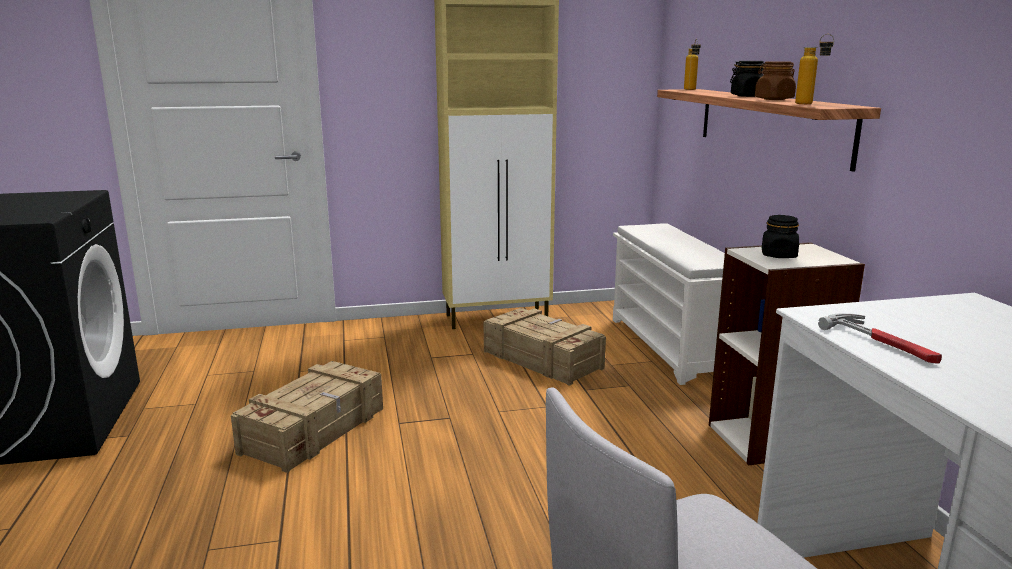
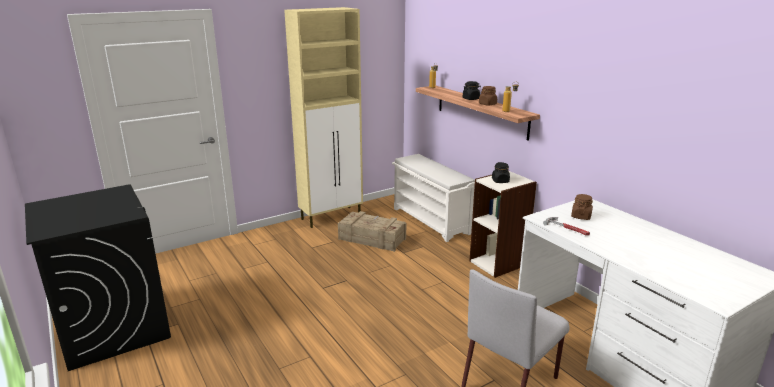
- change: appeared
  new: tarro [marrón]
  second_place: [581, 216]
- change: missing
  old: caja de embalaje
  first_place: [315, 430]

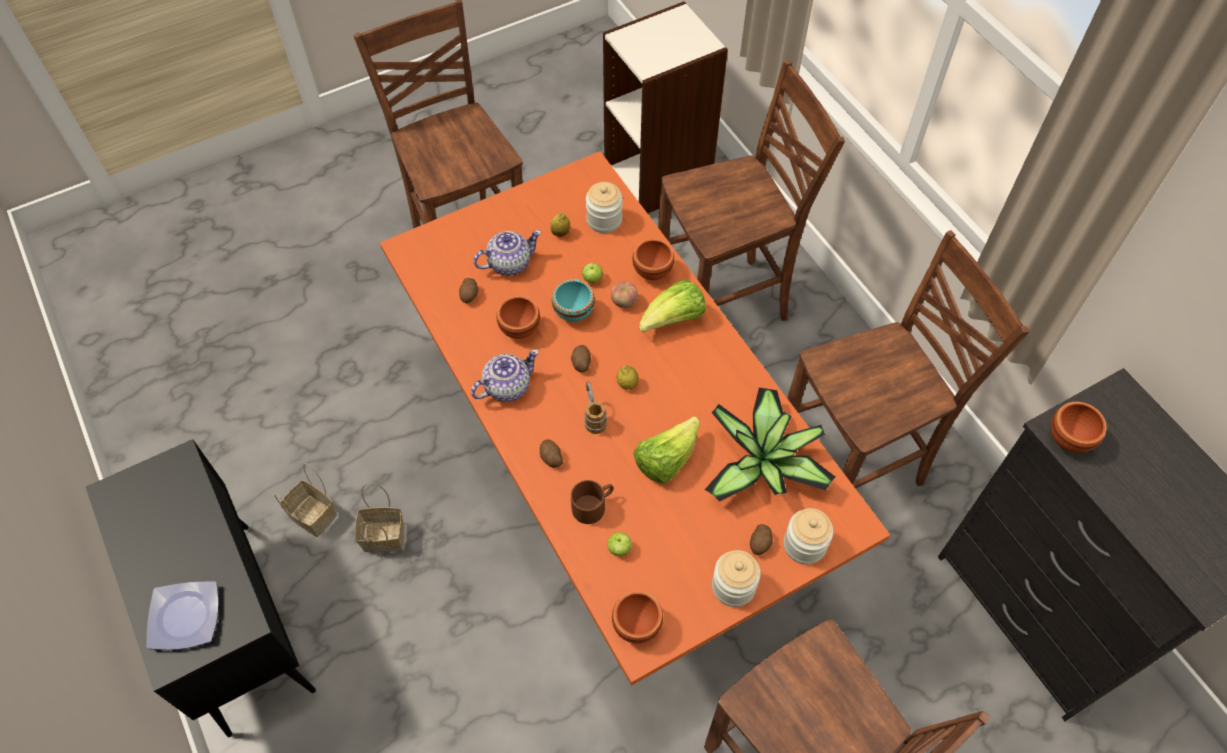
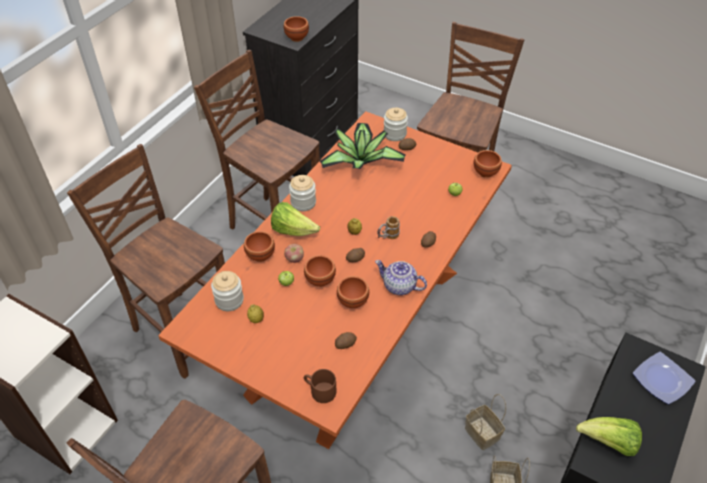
- change: relocated
  old: tarro
  first_place: [733, 586]
  second_place: [303, 202]
- change: colour
  old: cuenco [turquesa]
  new: cuenco [marrón]
  first_place: [572, 312]
  second_place: [320, 281]
- change: relocated
  old: taza grande [marrón]
  first_place: [593, 505]
  second_place: [319, 391]
- change: relocated
  old: lechuga
  first_place: [666, 460]
  second_place: [609, 443]
- change: missing
  old: tetera
  first_place: [509, 263]

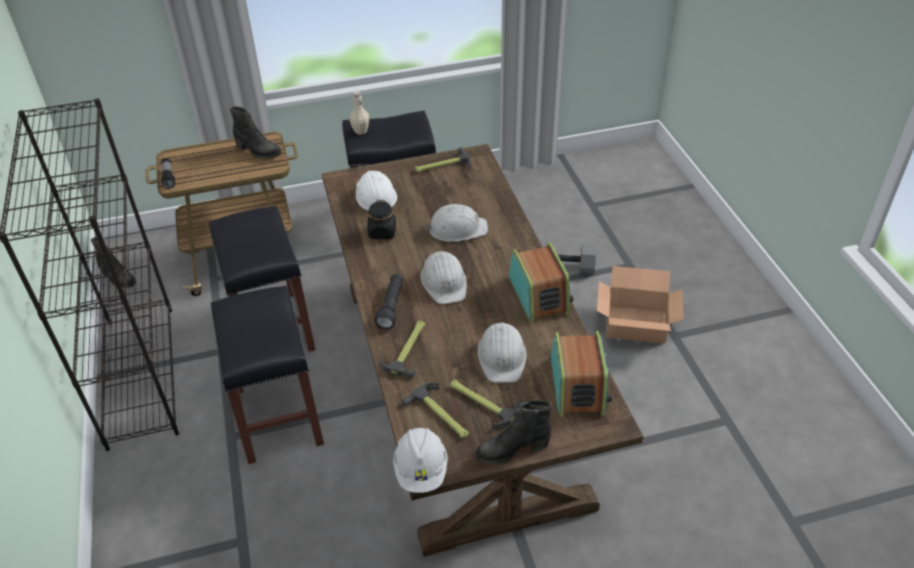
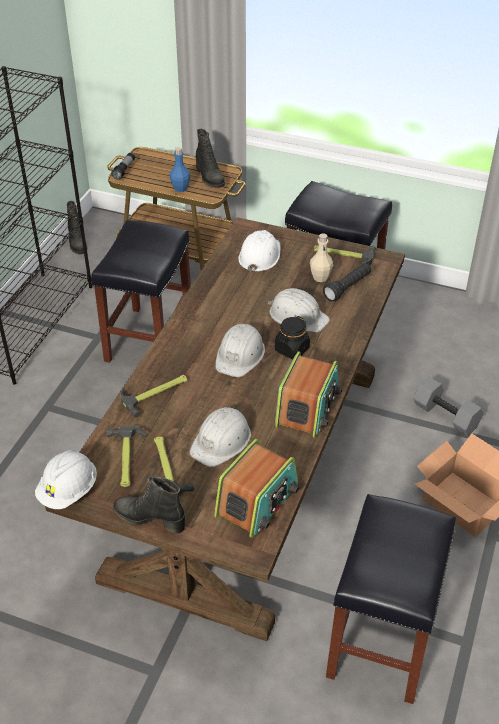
- change: appeared
  new: botella [azul]
  second_place: [180, 188]
- change: relocated
  old: tarro [negro]
  first_place: [382, 232]
  second_place: [291, 349]
- change: relocated
  old: botella [beis]
  first_place: [360, 131]
  second_place: [320, 277]
- change: relocated
  old: linterna [negro]
  first_place: [391, 307]
  second_place: [347, 288]
- change: relocated
  old: taburete [negro]
  first_place: [279, 417]
  second_place: [382, 642]

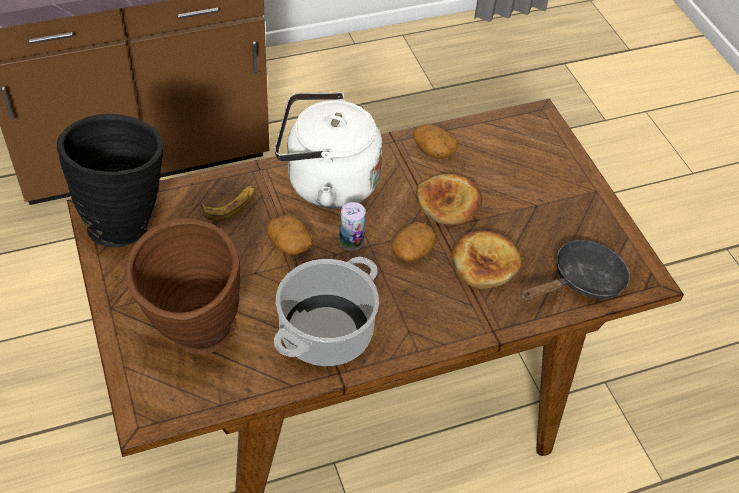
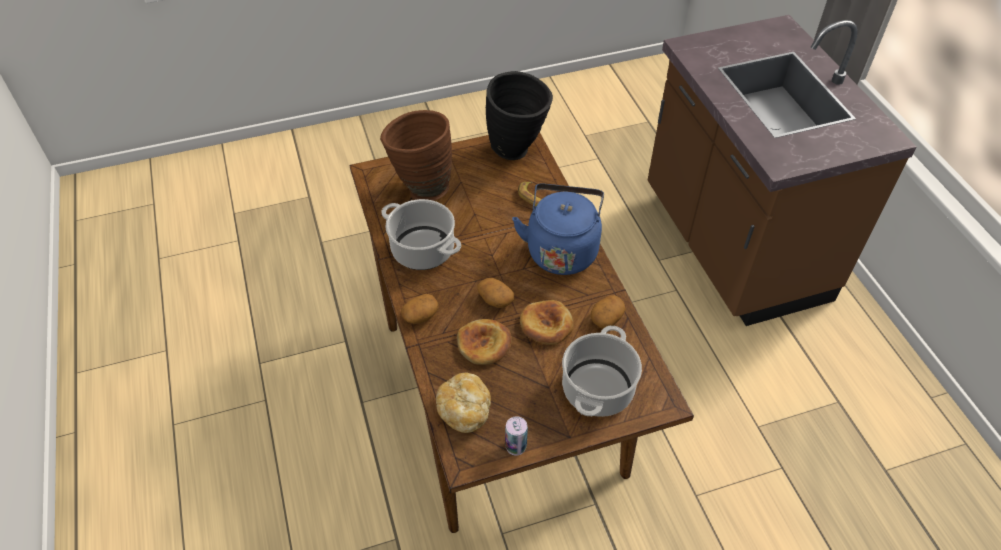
- change: relocated
  old: patata
  first_place: [290, 244]
  second_place: [420, 316]
- change: exchanged
  old: sartén [negro]
  new: pan
  first_place: [582, 281]
  second_place: [464, 410]
- change: relocated
  old: lata
  first_place: [351, 242]
  second_place: [515, 446]
- change: colour
  old: hervidor [blanco]
  new: hervidor [azul]
  first_place: [326, 183]
  second_place: [561, 249]
- change: appeared
  new: olla
  second_place: [597, 388]

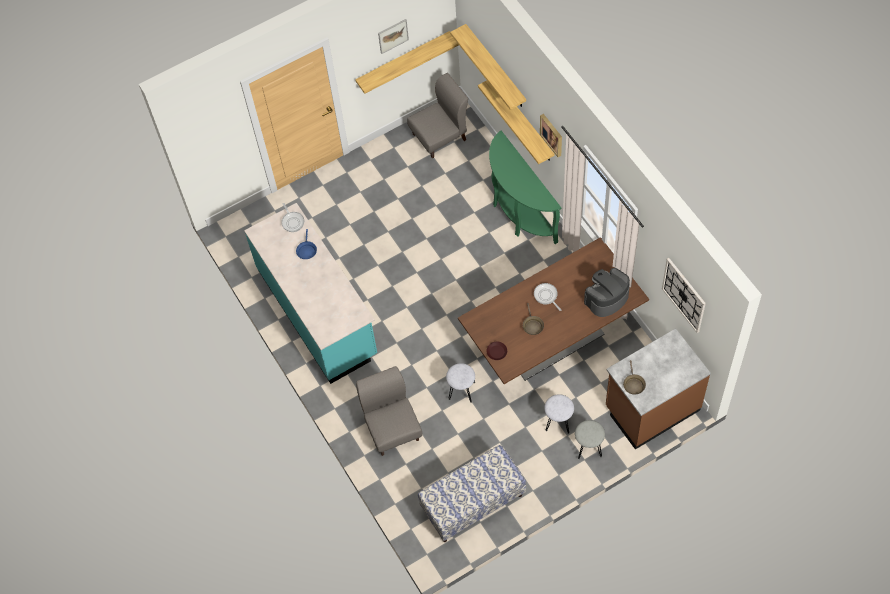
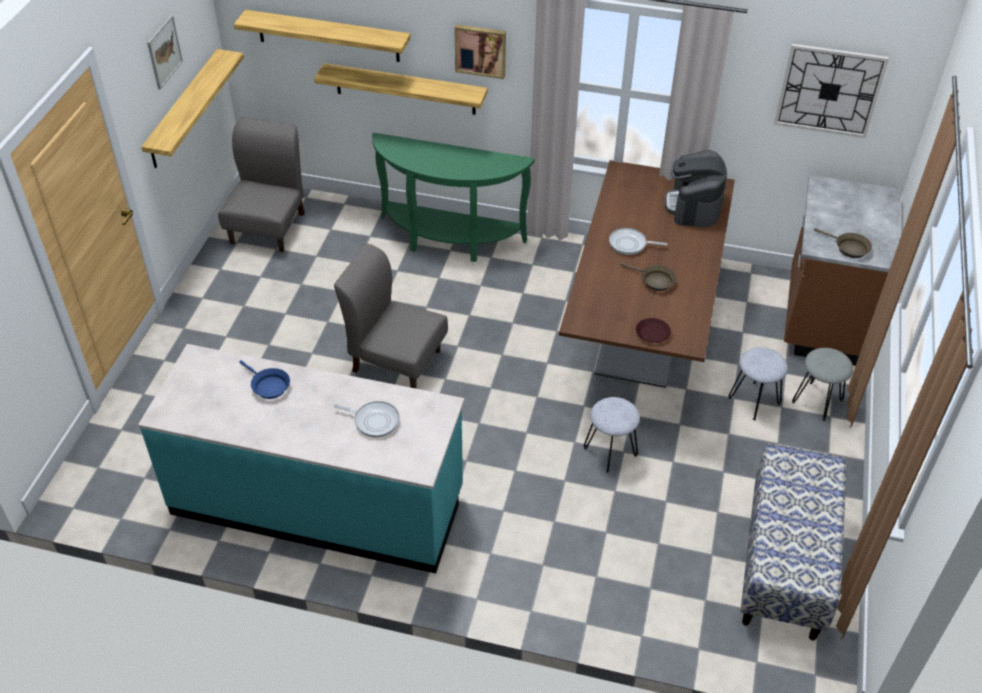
- change: relocated
  old: silla [gris]
  first_place: [392, 428]
  second_place: [396, 360]
- change: relocated
  old: sartén
  first_place: [292, 221]
  second_place: [374, 420]

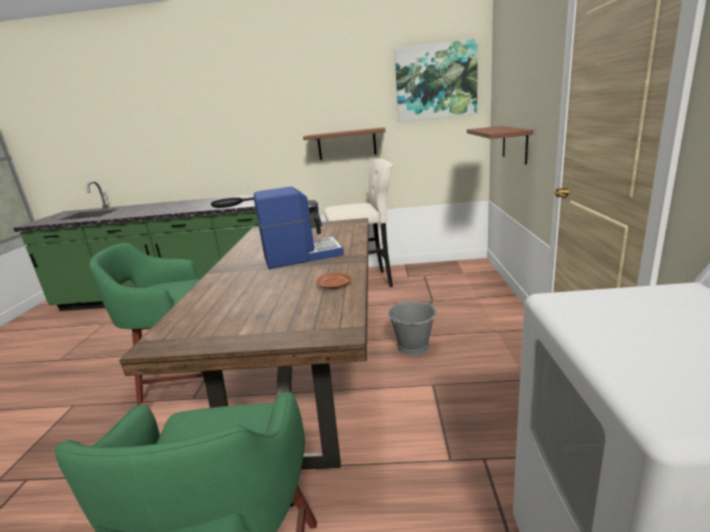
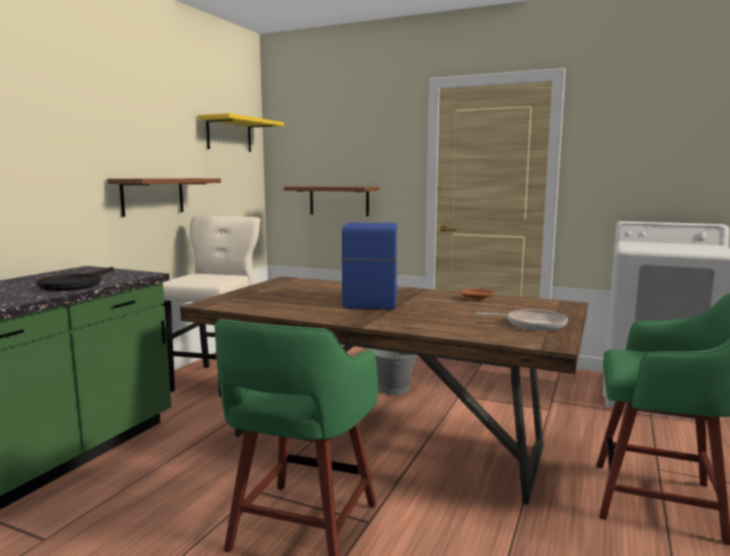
- change: exchanged
  old: cuadro
  new: estante [amarillo]
  first_place: [436, 82]
  second_place: [229, 135]
- change: appeared
  new: sartén
  second_place: [532, 324]

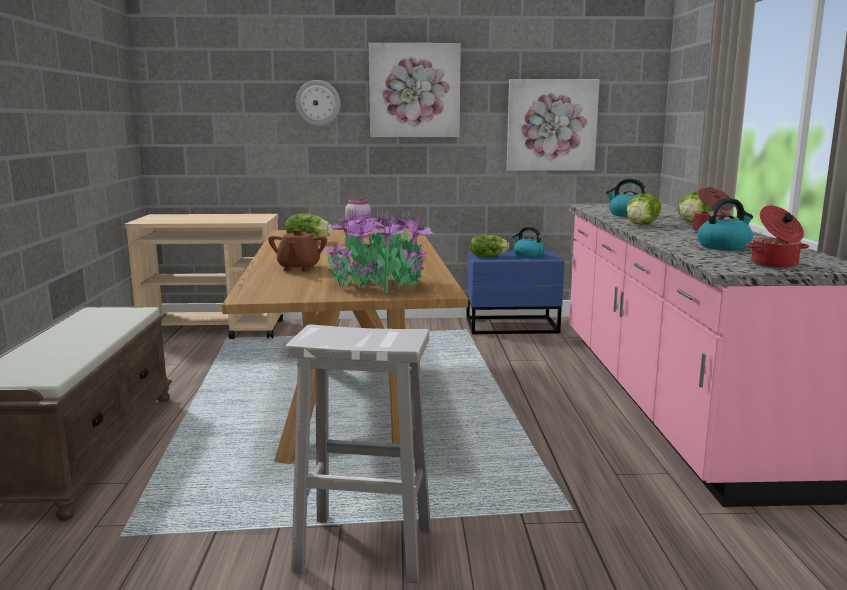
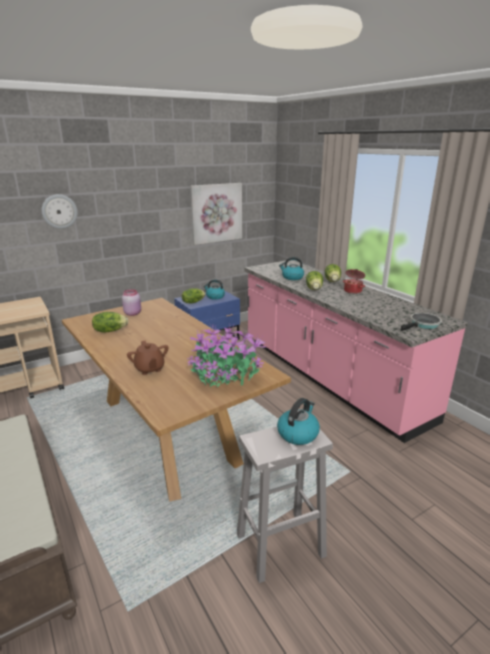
- change: relocated
  old: hervidor
  first_place: [724, 246]
  second_place: [298, 433]
- change: exchanged
  old: olla
  new: sartén
  first_place: [774, 265]
  second_place: [423, 325]
- change: missing
  old: cuadro
  first_place: [414, 90]

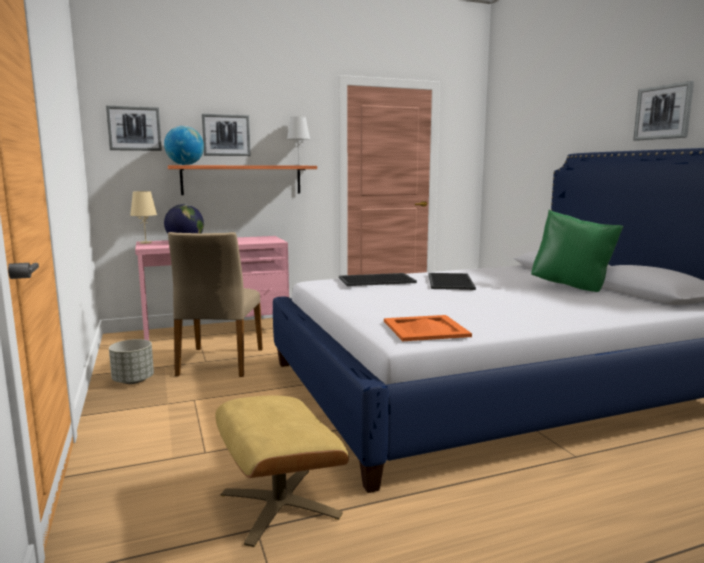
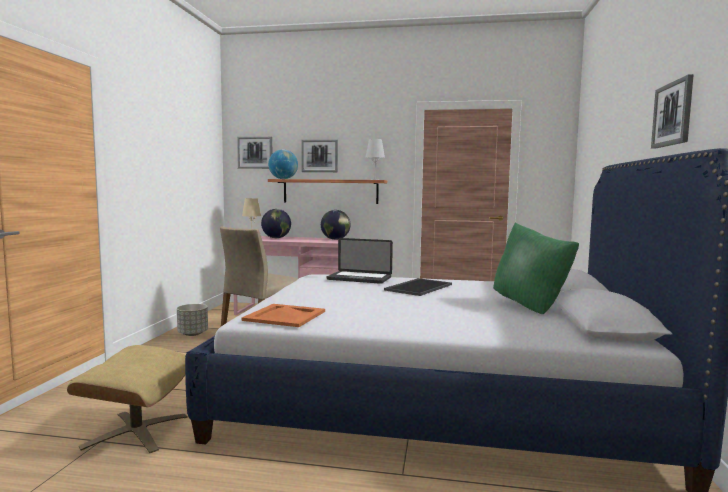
- change: appeared
  new: globo terráqueo
  second_place: [335, 239]
- change: exchanged
  old: bandeja
  new: portátil
  first_place: [377, 280]
  second_place: [359, 278]

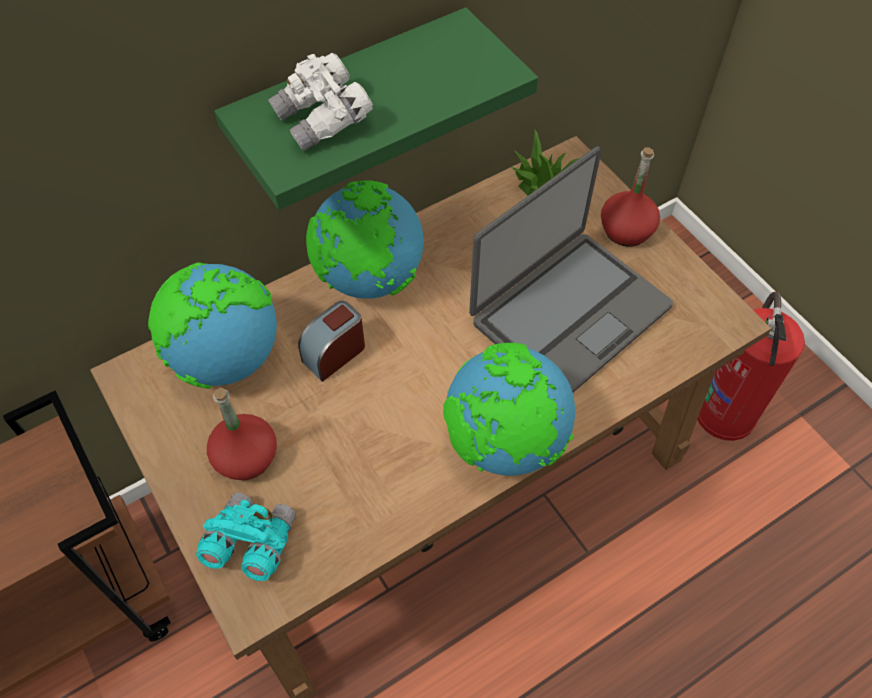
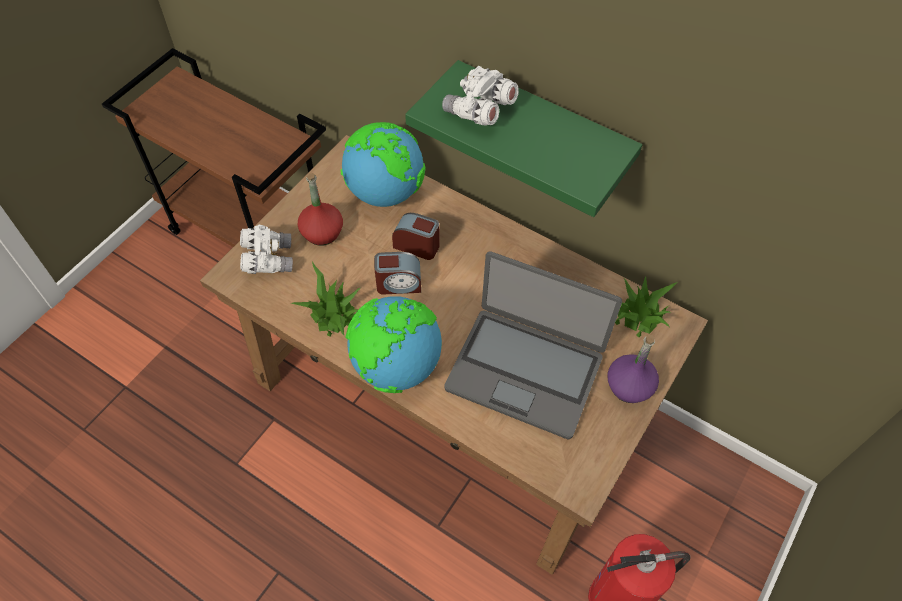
- change: colour
  old: prismáticos [turquesa]
  new: prismáticos [blanco]
  first_place: [250, 544]
  second_place: [268, 259]
- change: appeared
  new: planta en maceta
  second_place: [333, 312]
- change: appeared
  new: despertador
  second_place: [398, 284]
- change: colour
  old: botella [rojo]
  new: botella [morado]
  first_place: [626, 230]
  second_place: [629, 386]
- change: missing
  old: globo terráqueo
  first_place: [369, 279]

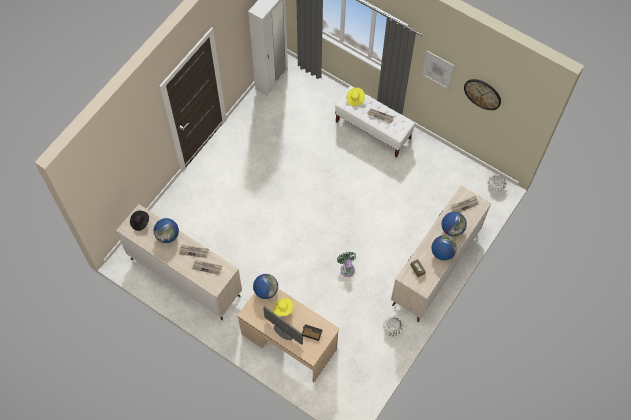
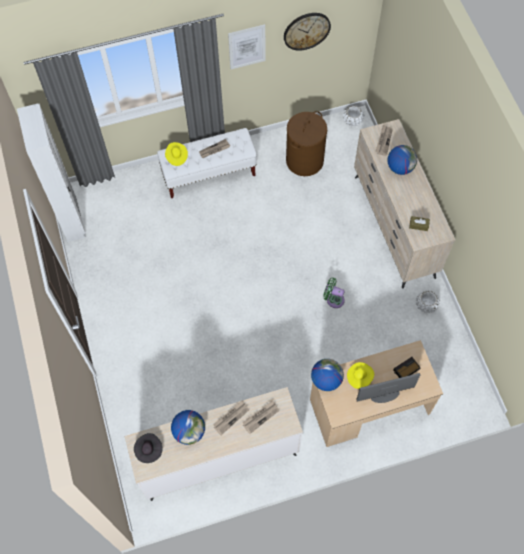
- change: appeared
  new: cesto de la ropa [marrón]
  second_place: [304, 160]
- change: missing
  old: globo terráqueo
  first_place: [442, 252]

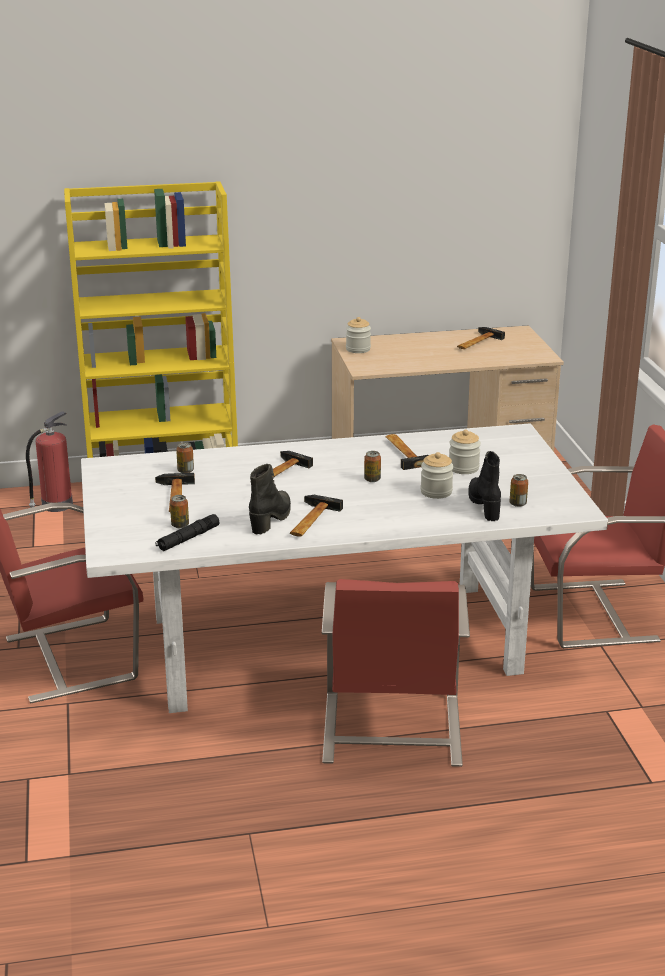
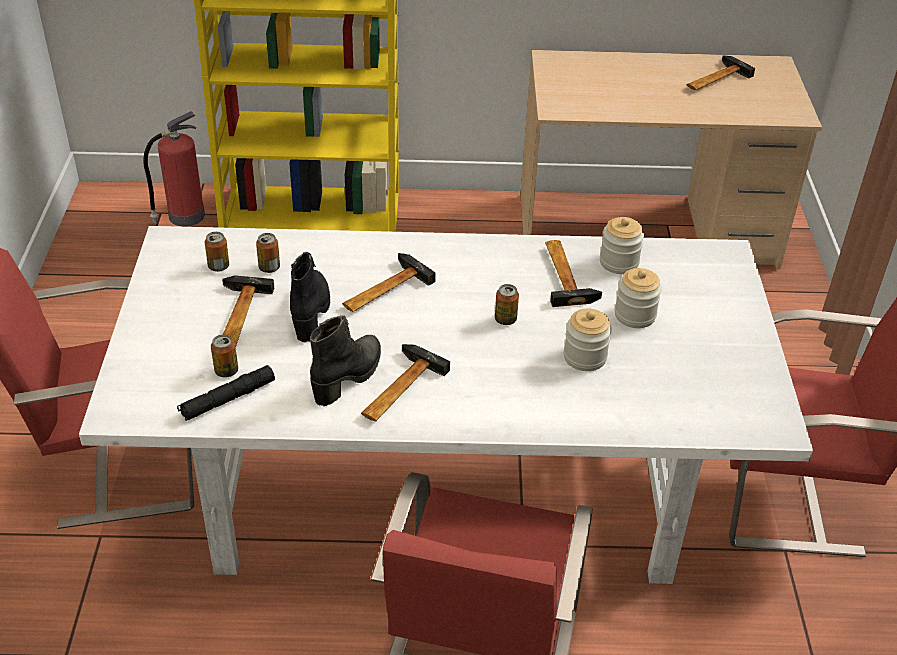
- change: relocated
  old: lata
  first_place: [518, 504]
  second_place: [218, 266]
- change: relocated
  old: bota [negro]
  first_place: [485, 505]
  second_place: [311, 312]
- change: relocated
  old: tarro
  first_place: [358, 349]
  second_place: [619, 262]

